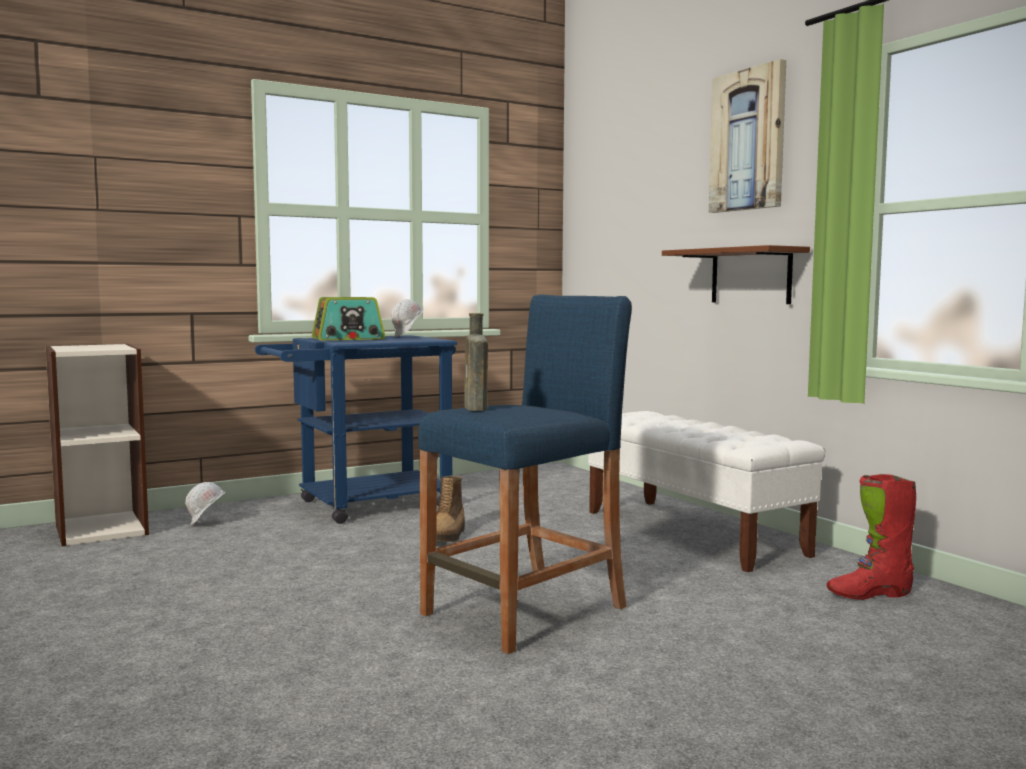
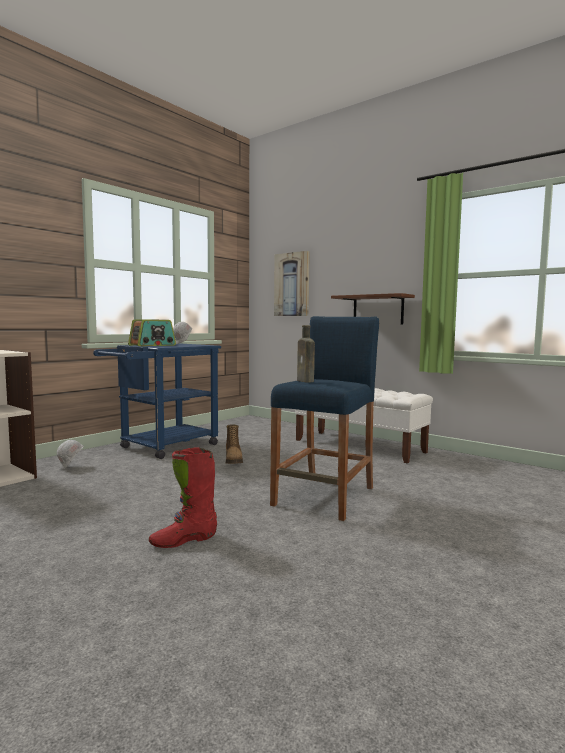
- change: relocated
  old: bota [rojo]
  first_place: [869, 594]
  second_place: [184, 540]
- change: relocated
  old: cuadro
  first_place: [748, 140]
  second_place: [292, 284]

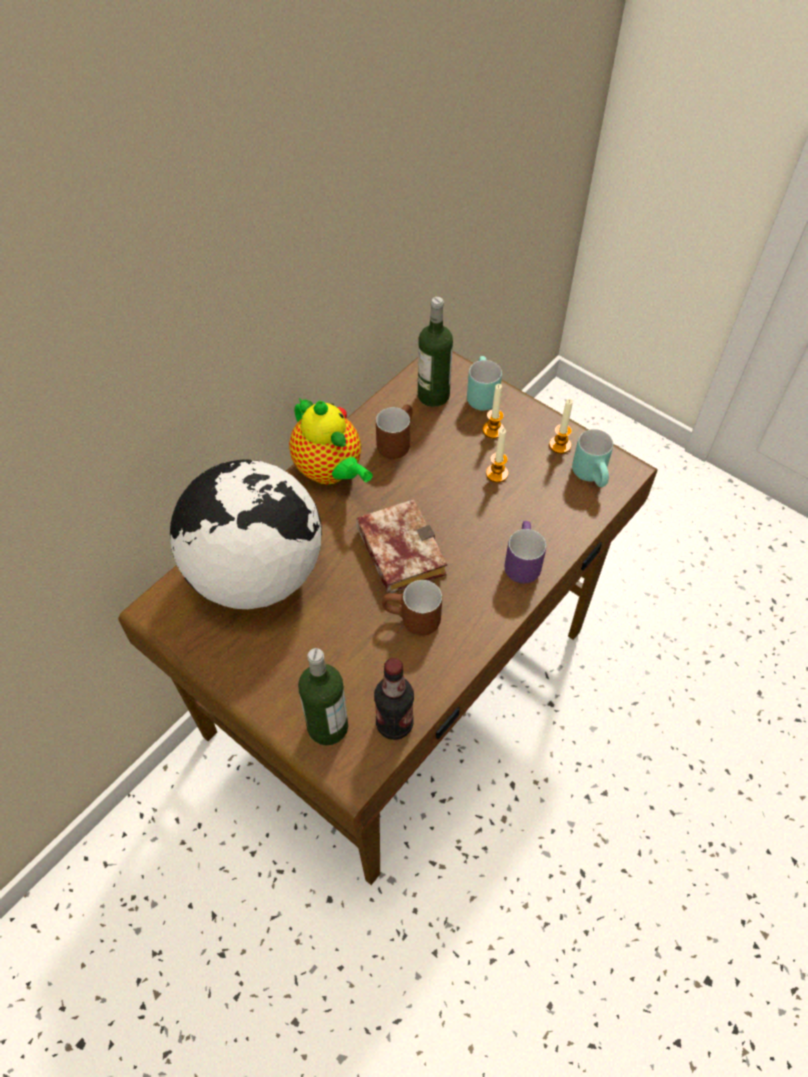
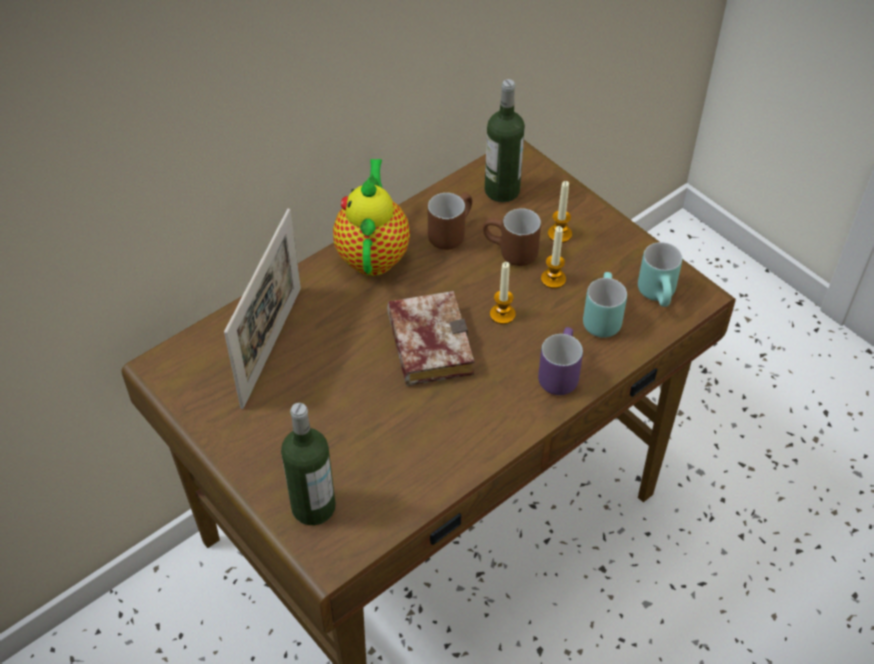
- change: exchanged
  old: globo terráqueo
  new: portarretratos
  first_place: [256, 574]
  second_place: [271, 346]
- change: spun
  old: tetera
  first_place: [330, 471]
  second_place: [373, 254]
  degrees: -150
- change: relocated
  old: taza grande [marrón]
  first_place: [412, 621]
  second_place: [509, 254]
- change: relocated
  old: vela
  first_place: [560, 445]
  second_place: [502, 314]
- change: relocated
  old: taza grande [turquesa]
  first_place: [479, 395]
  second_place: [599, 317]
- change: missing
  old: botella
  first_place: [394, 724]

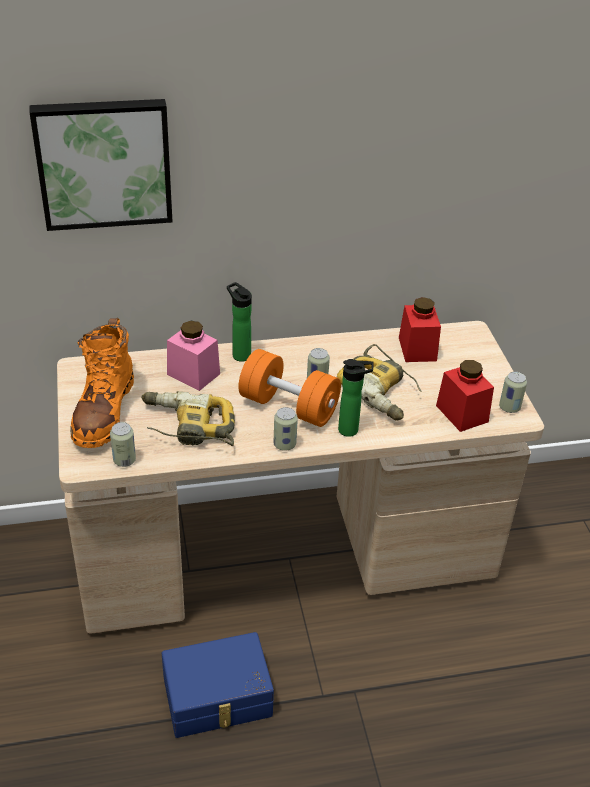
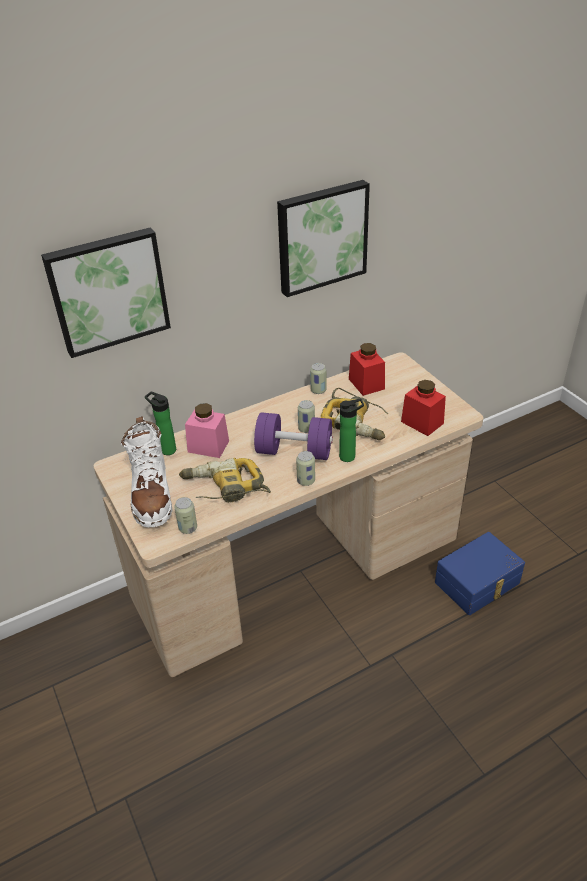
- change: colour
  old: bota [naranja]
  new: bota [blanco]
  first_place: [104, 411]
  second_place: [151, 494]
- change: relocated
  old: botella
  first_place: [239, 354]
  second_place: [166, 449]
- change: colour
  old: mancuerna [naranja]
  new: mancuerna [morado]
  first_place: [288, 406]
  second_place: [294, 451]
- change: appeared
  new: cuadro
  second_place: [321, 237]
- change: relocated
  old: lata
  first_place: [509, 407]
  second_place: [318, 390]
- change: relocated
  old: caja de almacenaje [azul]
  first_place: [218, 698]
  second_place: [478, 583]

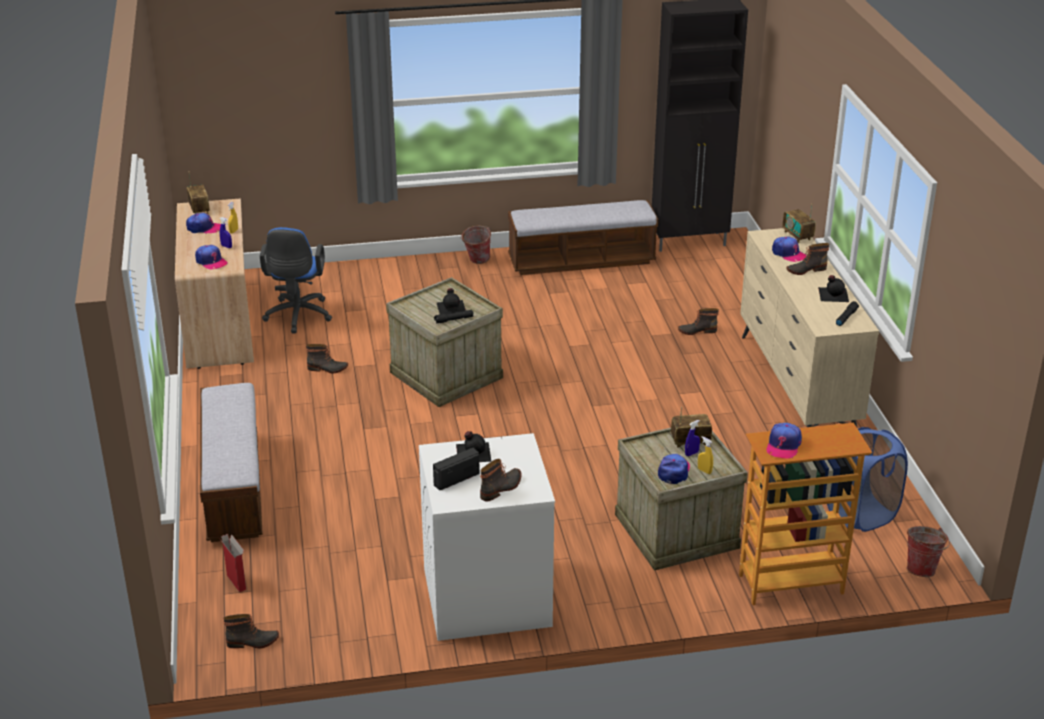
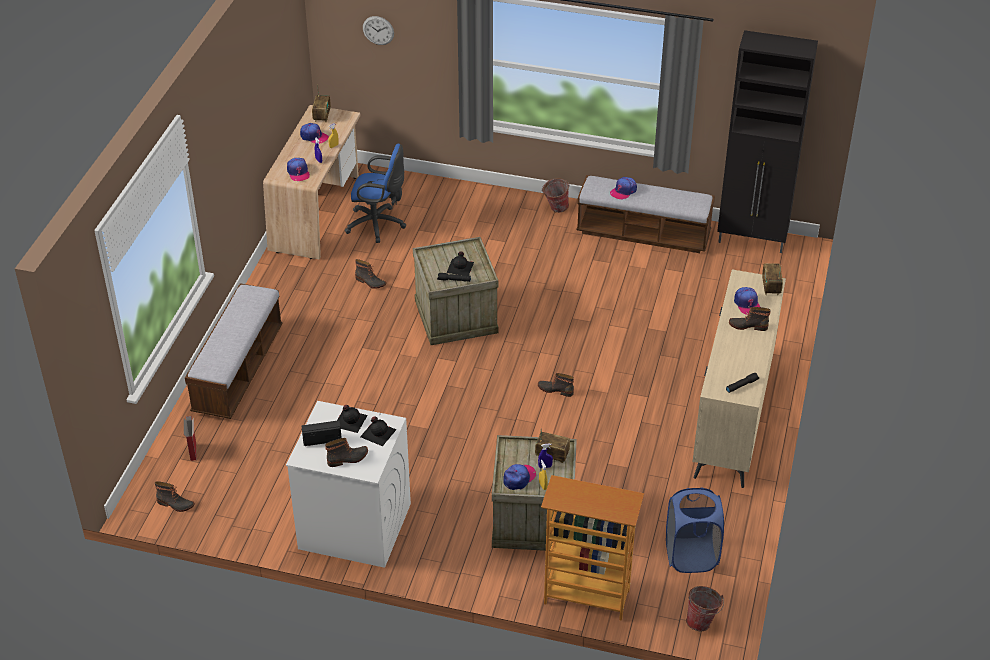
- change: spun
  old: silla de oficina [azul]
  first_place: [297, 317]
  second_place: [378, 225]
  degrees: -105
- change: relocated
  old: botella [negro]
  first_place: [833, 294]
  second_place: [378, 432]
- change: appeared
  new: reloj de pared
  second_place: [378, 30]
- change: relocated
  old: bota
  first_place: [697, 331]
  second_place: [556, 389]
- change: relocated
  old: gorra
  first_place: [783, 445]
  second_place: [623, 191]

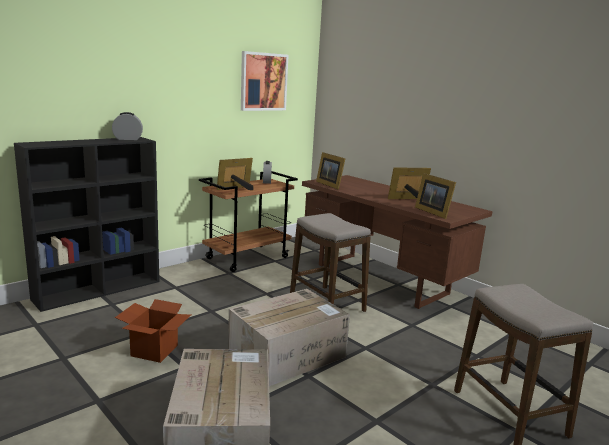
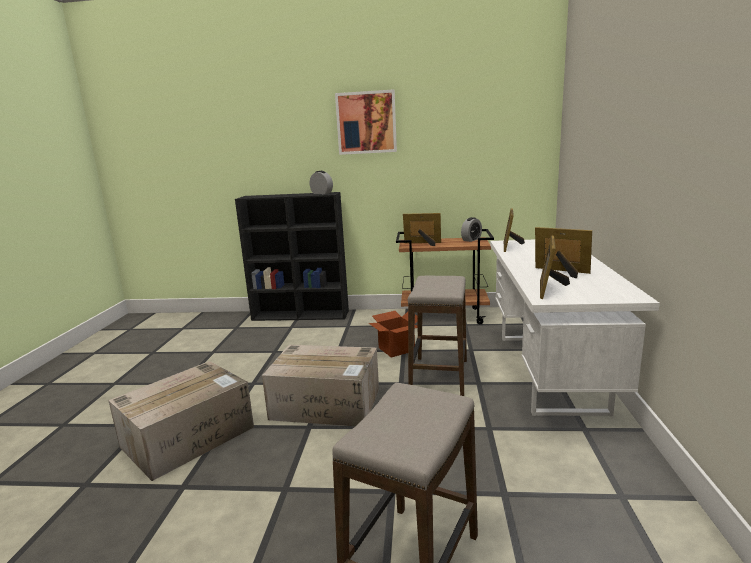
- change: relocated
  old: cuadro
  first_place: [263, 82]
  second_place: [366, 122]
- change: relocated
  old: caja de cartón
  first_place: [154, 350]
  second_place: [396, 349]
- change: colour
  old: escritorio [marrón]
  new: escritorio [blanco]
  first_place: [382, 279]
  second_place: [549, 371]

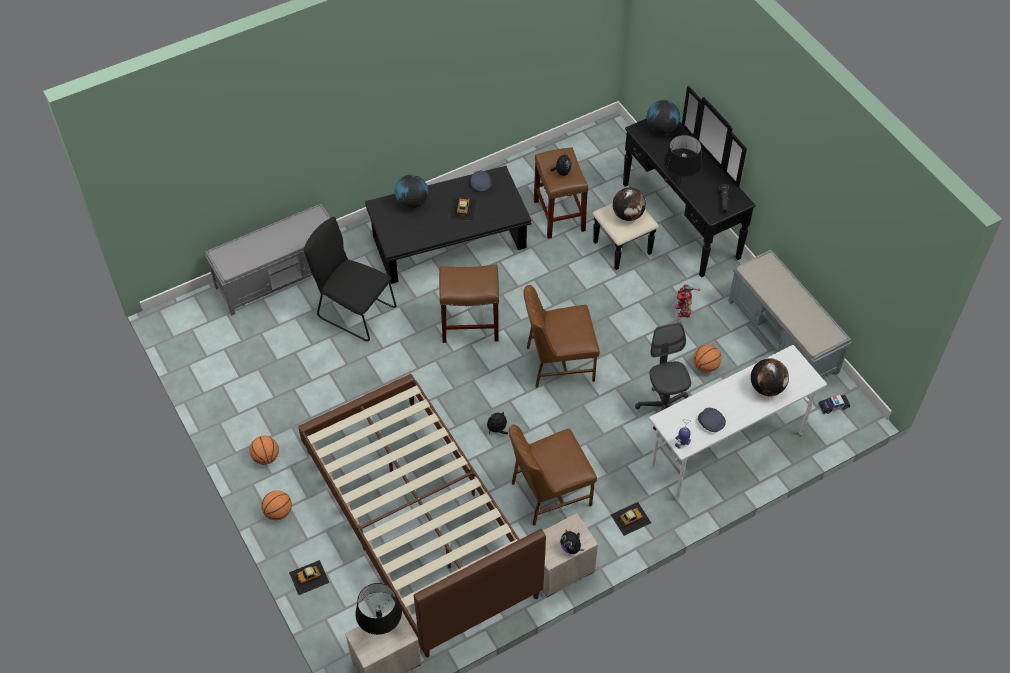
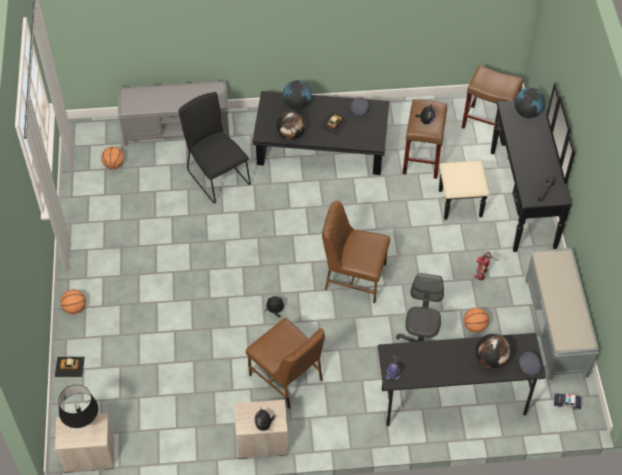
- change: relocated
  old: balón de baloncesto
  first_place: [266, 457]
  second_place: [114, 165]
- change: spun
  old: silla [marrón]
  first_place: [549, 493]
  second_place: [287, 377]
  degrees: -135
- change: relocated
  old: globo terráqueo
  first_place: [628, 215]
  second_place: [291, 135]
- change: colour
  old: escritorio [blanco]
  new: escritorio [negro]
  first_place: [727, 450]
  second_place: [452, 402]
- change: relocated
  old: taburete [marrón]
  first_place: [469, 326]
  second_place: [487, 123]
- change: relocated
  old: gorra [gris]
  first_place: [710, 423]
  second_place: [528, 365]
- change: missing
  old: cama [marrón]
  first_place: [419, 522]
- change: missing
  old: coche de juguete
  first_place: [630, 518]
- change: missing
  old: lámpara de mesa [negro]
  first_place: [679, 185]

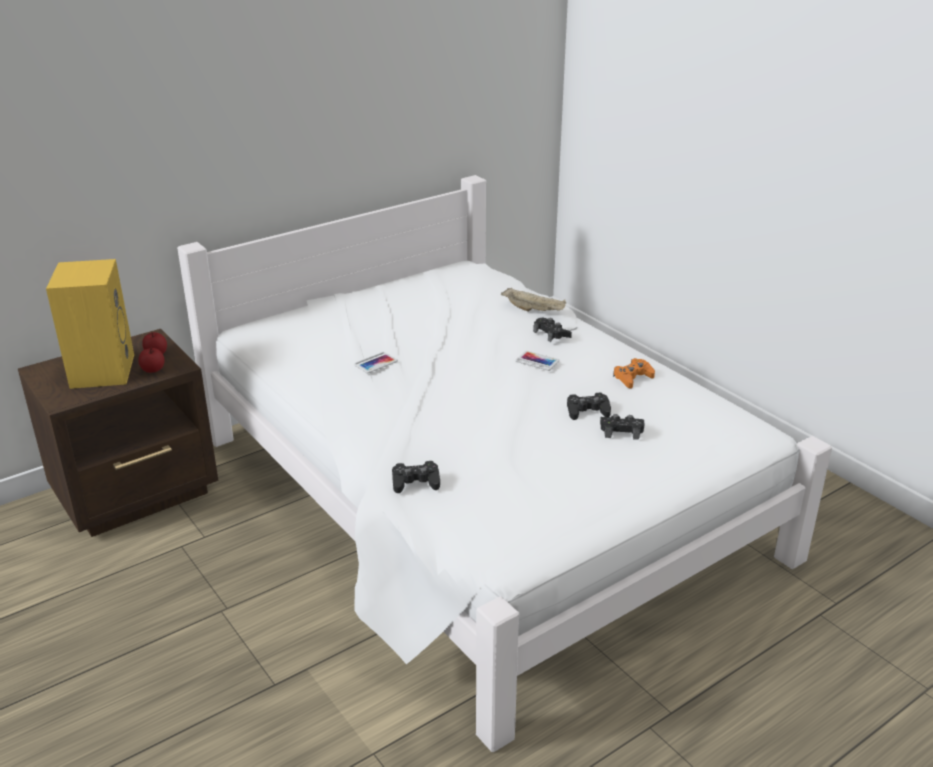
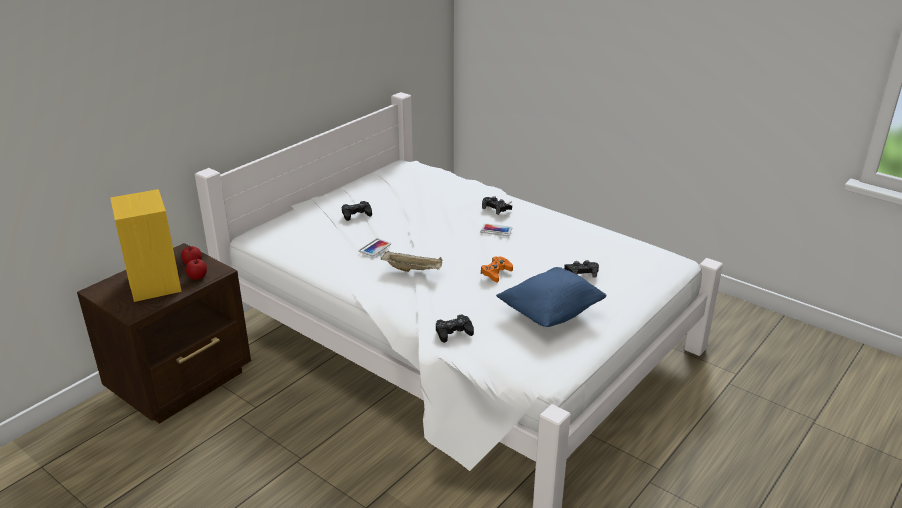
- change: relocated
  old: mando de consola [negro]
  first_place: [587, 411]
  second_place: [356, 214]
- change: relocated
  old: bandeja [beis]
  first_place: [534, 310]
  second_place: [413, 270]
- change: relocated
  old: mando de consola [naranja]
  first_place: [632, 378]
  second_place: [496, 273]
- change: appeared
  new: cojín [azul]
  second_place: [550, 313]

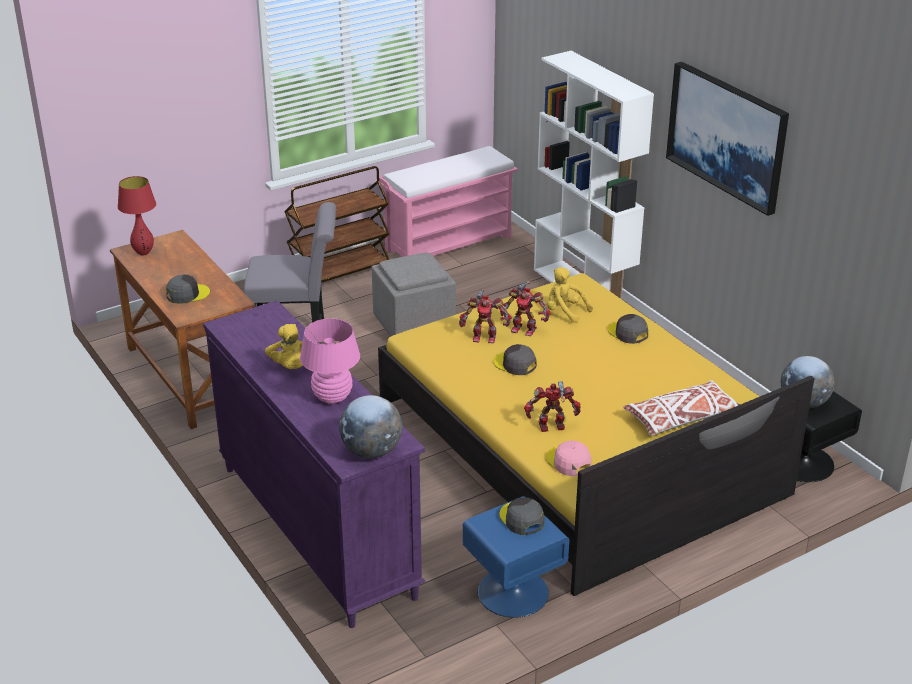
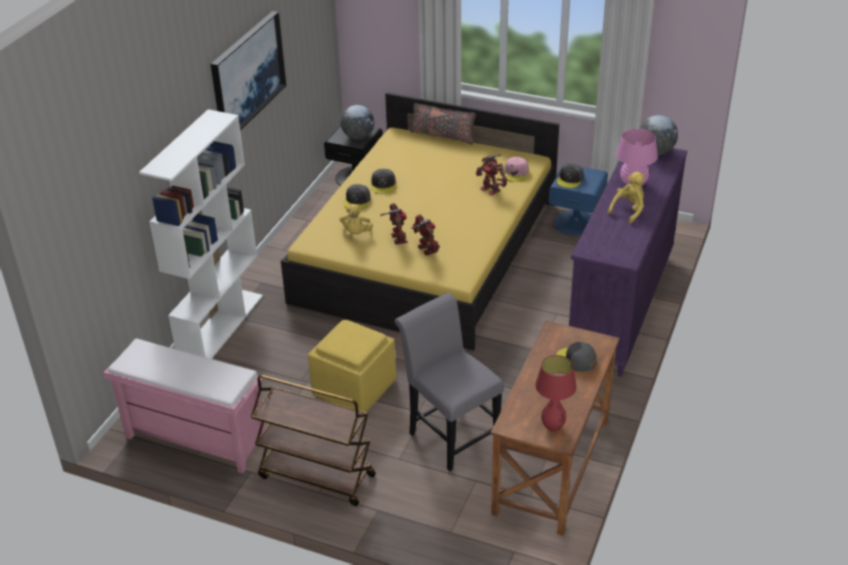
- change: colour
  old: puf [gris]
  new: puf [amarillo]
  first_place: [413, 324]
  second_place: [355, 388]
- change: relocated
  old: gorra [gris]
  first_place: [515, 364]
  second_place: [383, 185]
- change: missing
  old: cojín [blanco]
  first_place: [682, 418]

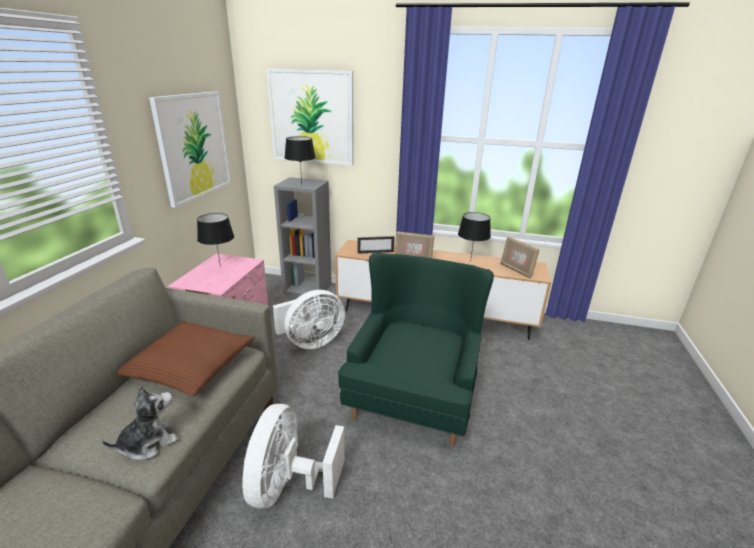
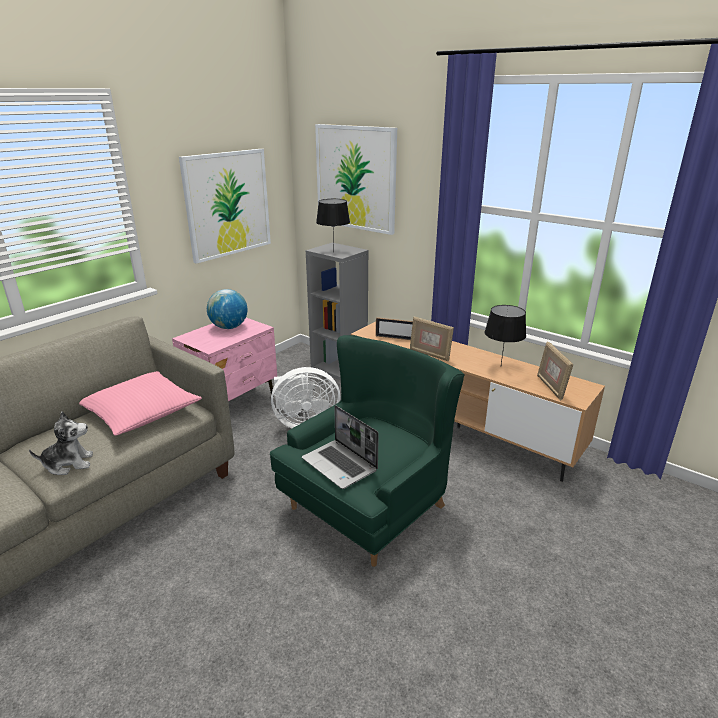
- change: colour
  old: cojín [marrón]
  new: cojín [rosa]
  first_place: [190, 366]
  second_place: [141, 412]
- change: exchanged
  old: lámpara de mesa [negro]
  new: globo terráqueo
  first_place: [219, 266]
  second_place: [229, 327]
- change: appeared
  new: portátil
  second_place: [340, 465]
- change: missing
  old: ventilador [blanco]
  first_place: [289, 485]

